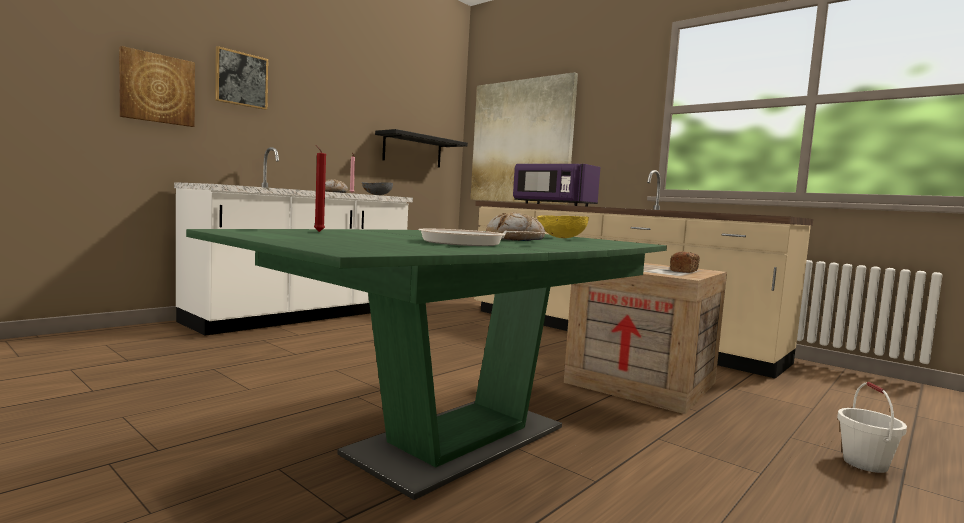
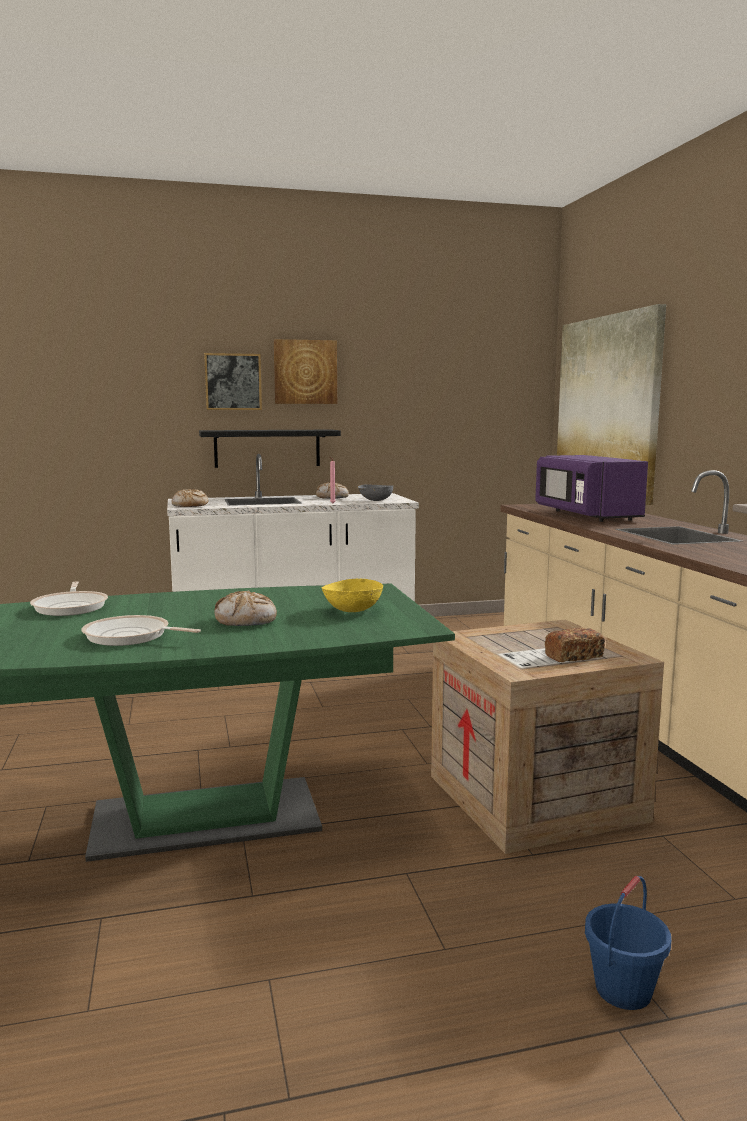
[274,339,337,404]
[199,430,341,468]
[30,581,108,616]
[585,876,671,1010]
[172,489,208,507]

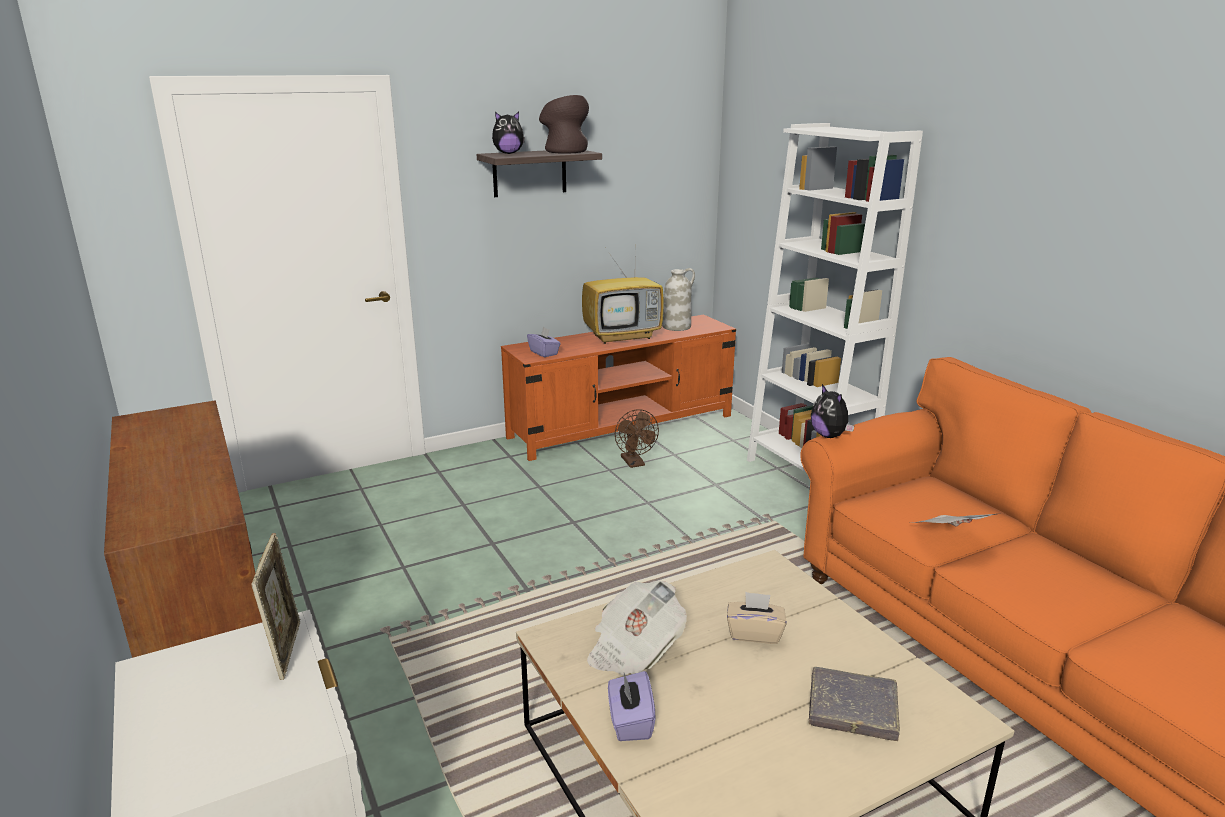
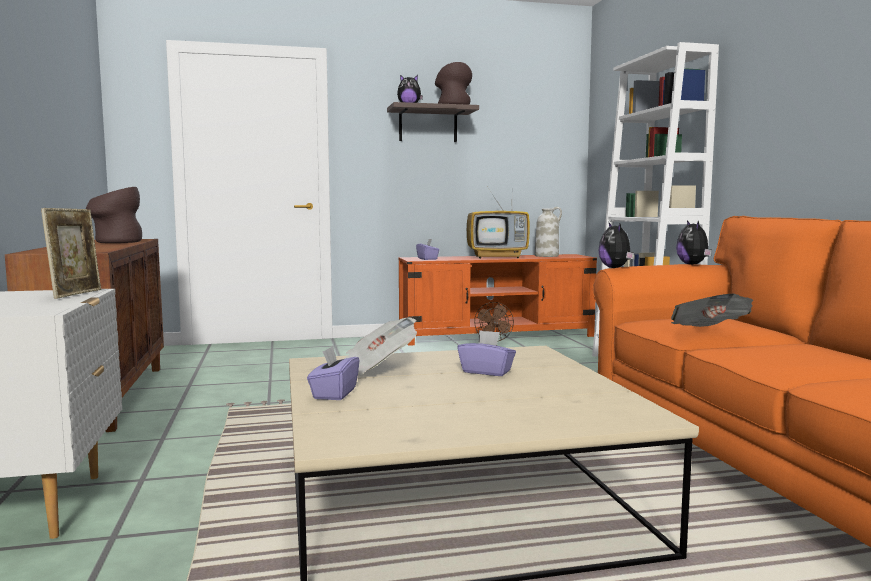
[457,330,516,376]
[809,667,900,741] (first image)
[86,187,142,243]
[676,221,712,265]

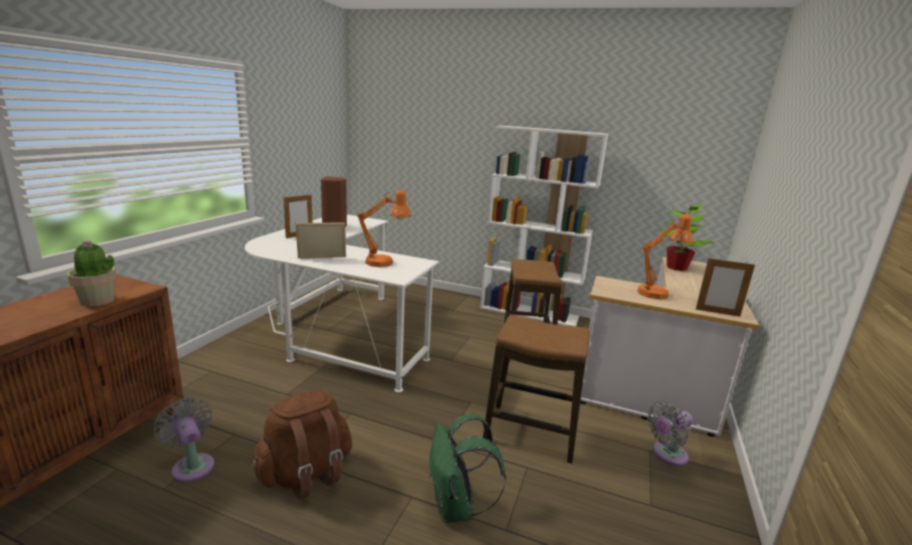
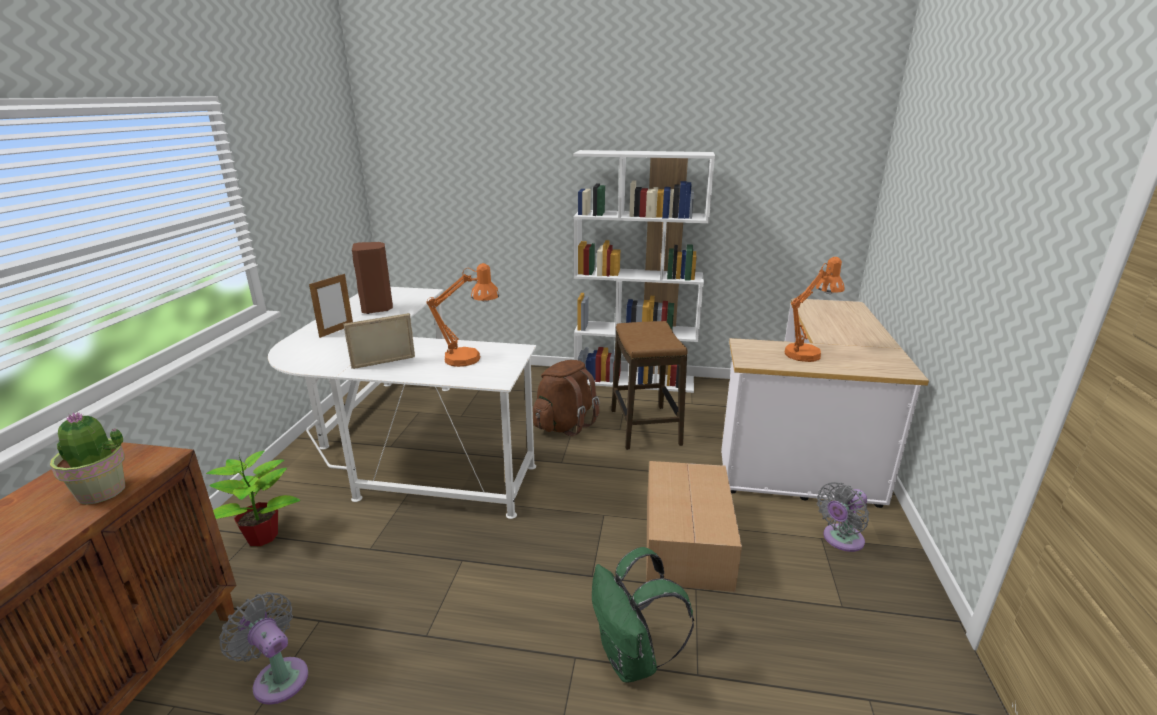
[206,451,300,546]
[696,257,755,317] (first image)
[646,461,742,592]
[533,360,600,436]

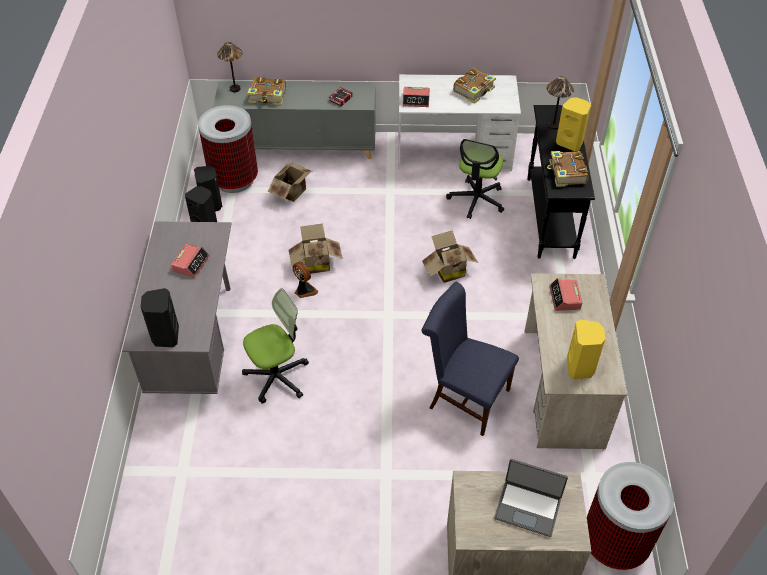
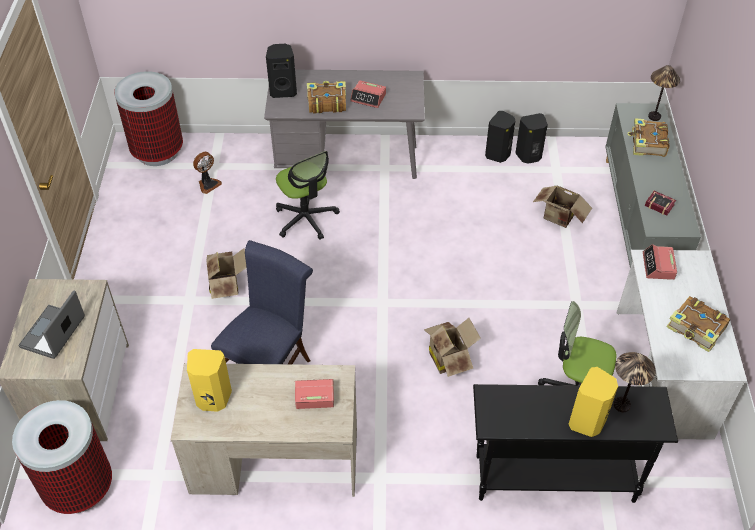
[114,71,183,166]
[307,81,346,114]
[206,248,247,299]
[193,152,222,194]

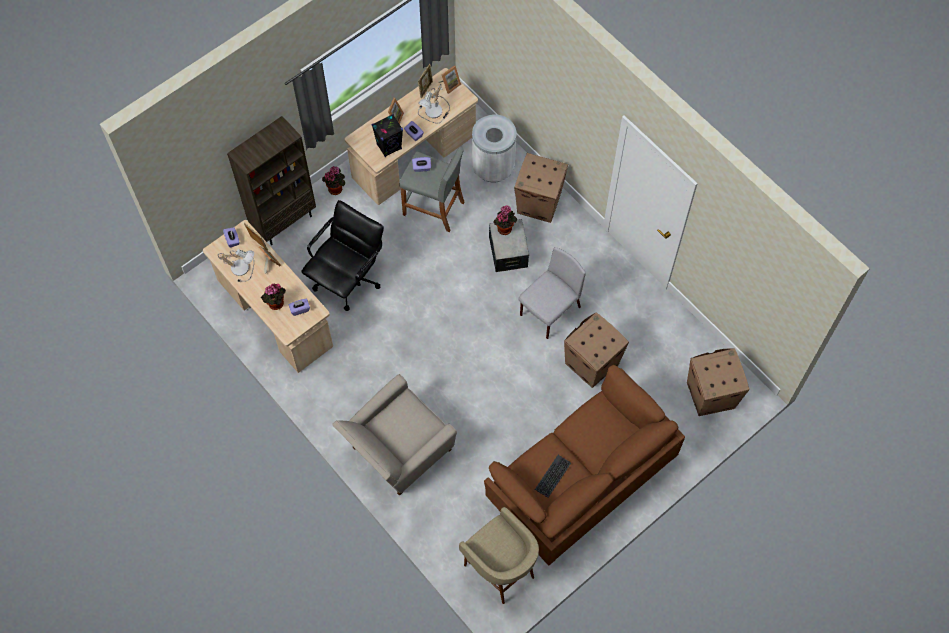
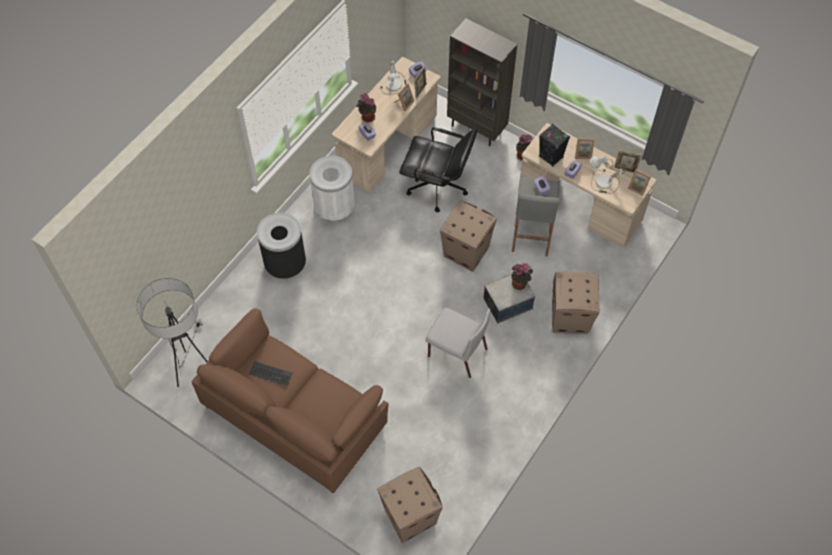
[310,156,355,222]
[440,200,497,272]
[257,213,306,279]
[137,278,208,387]

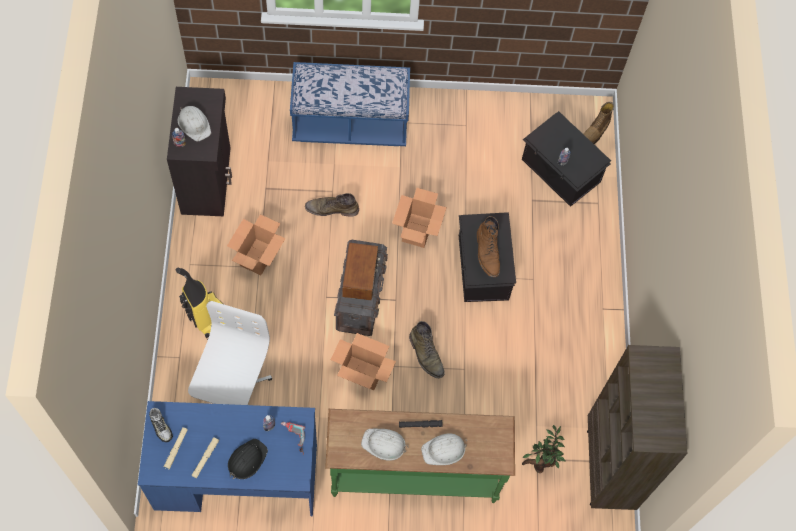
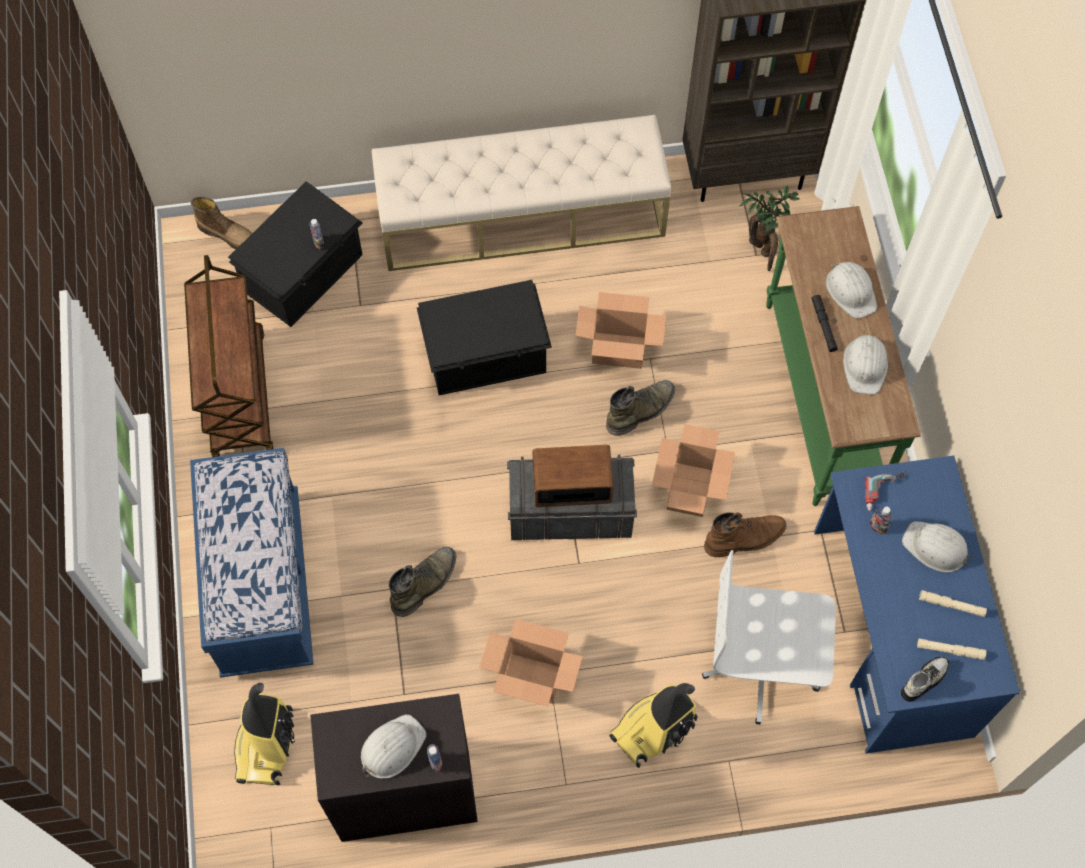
[576,292,666,369]
[389,547,456,617]
[704,512,787,557]
[902,521,973,573]
[372,115,671,271]
[184,255,273,457]
[234,683,295,785]

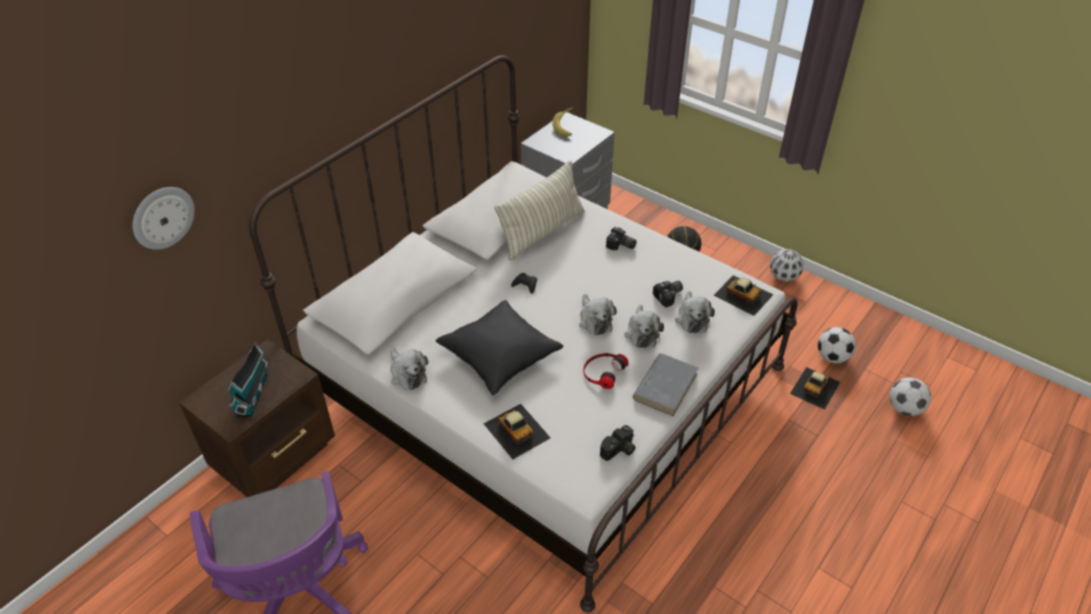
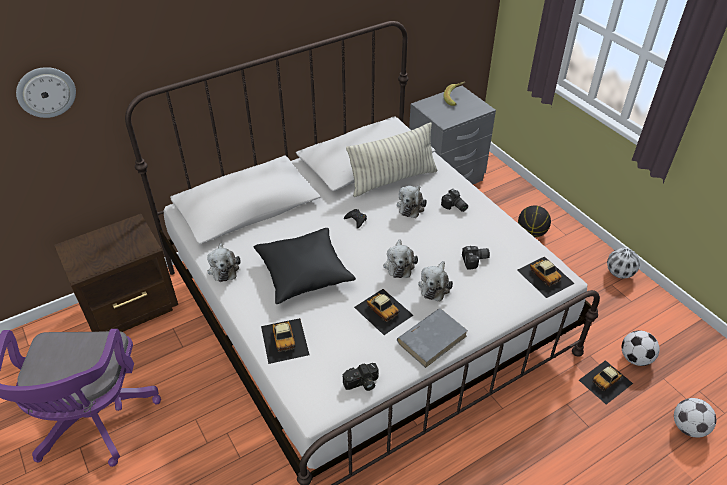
[397,185,427,218]
[228,343,268,417] (first image)
[354,289,413,335]

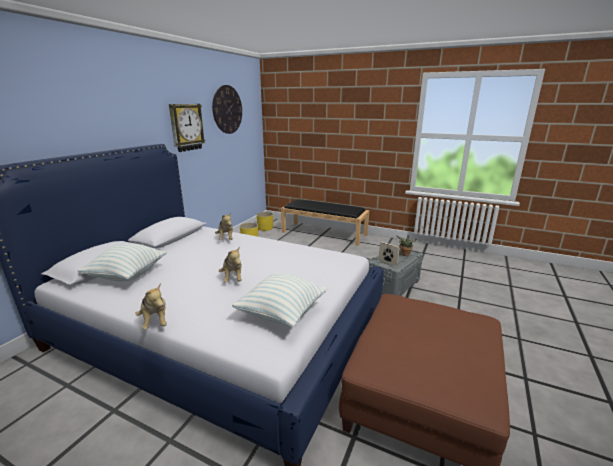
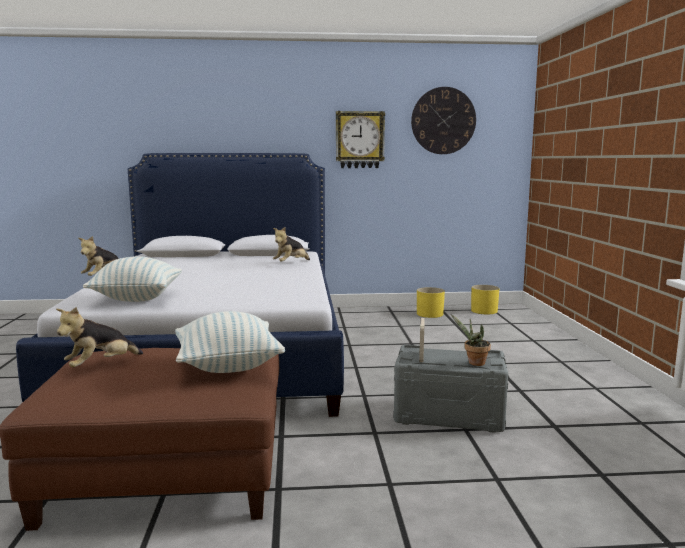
[281,199,369,246] (first image)
[175,311,285,373]
[56,307,143,367]

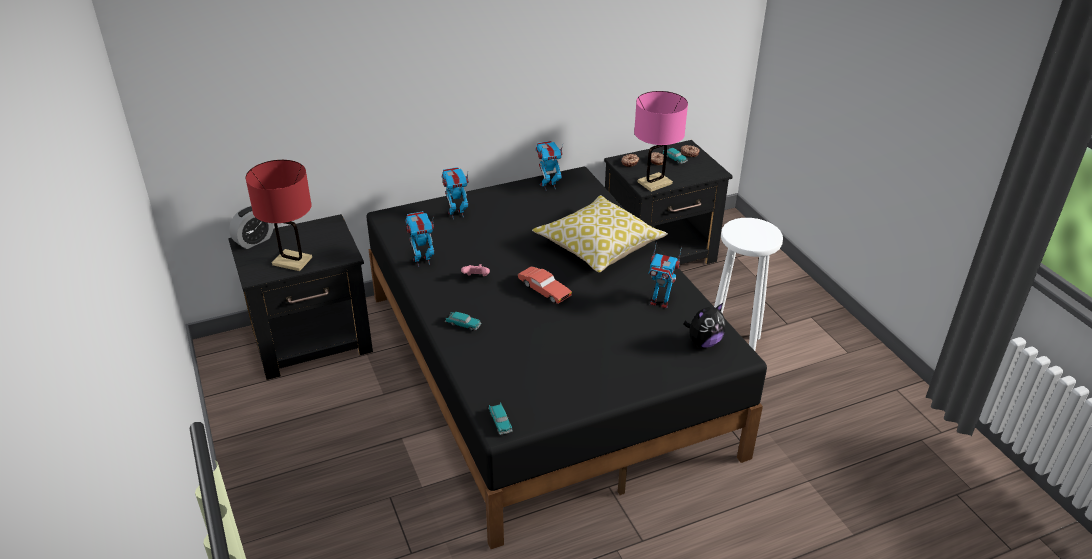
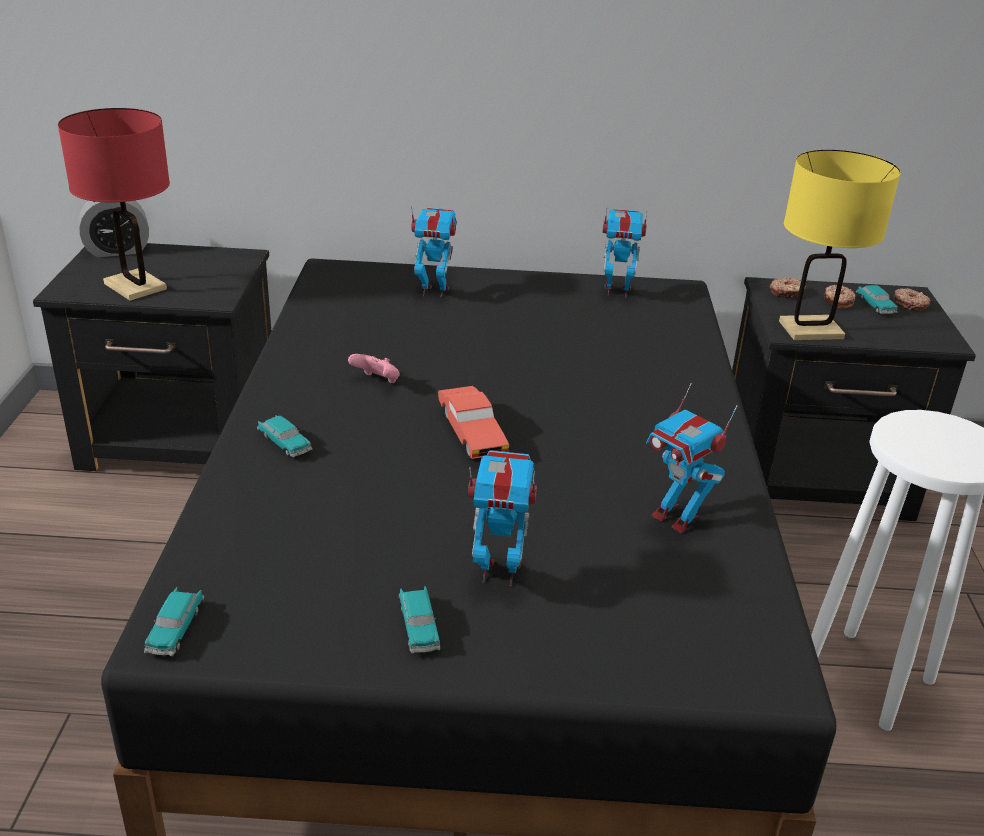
[779,150,901,340]
[532,195,668,273] (first image)
[468,450,537,587]
[683,303,725,348] (first image)
[399,586,440,654]

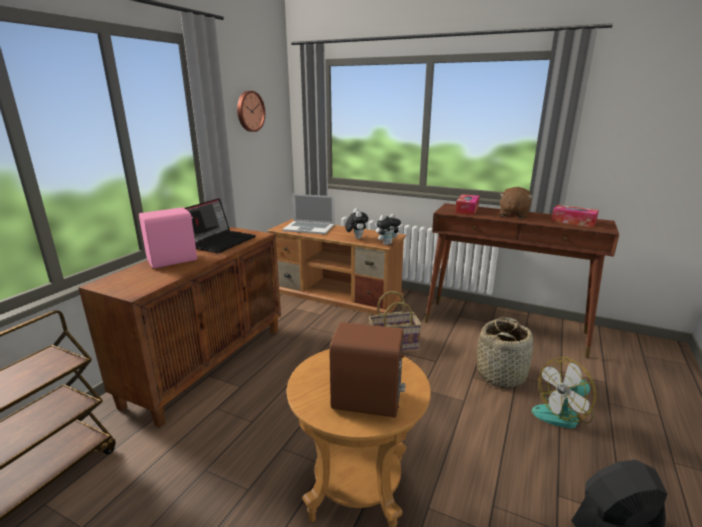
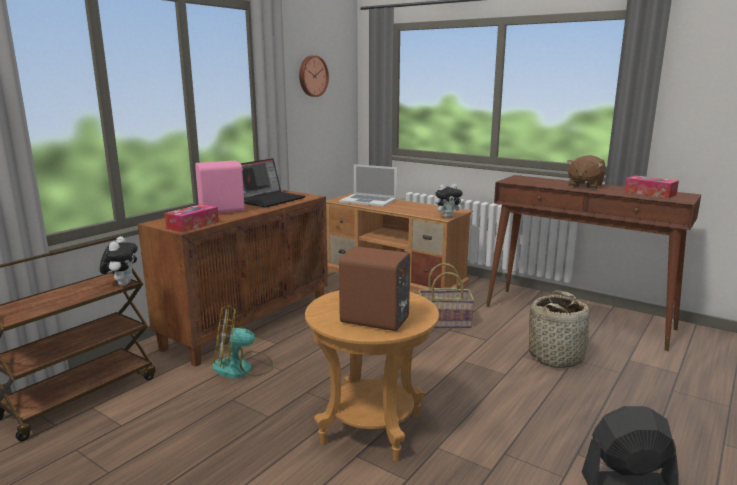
[164,204,219,232]
[100,236,138,286]
[212,305,273,378]

